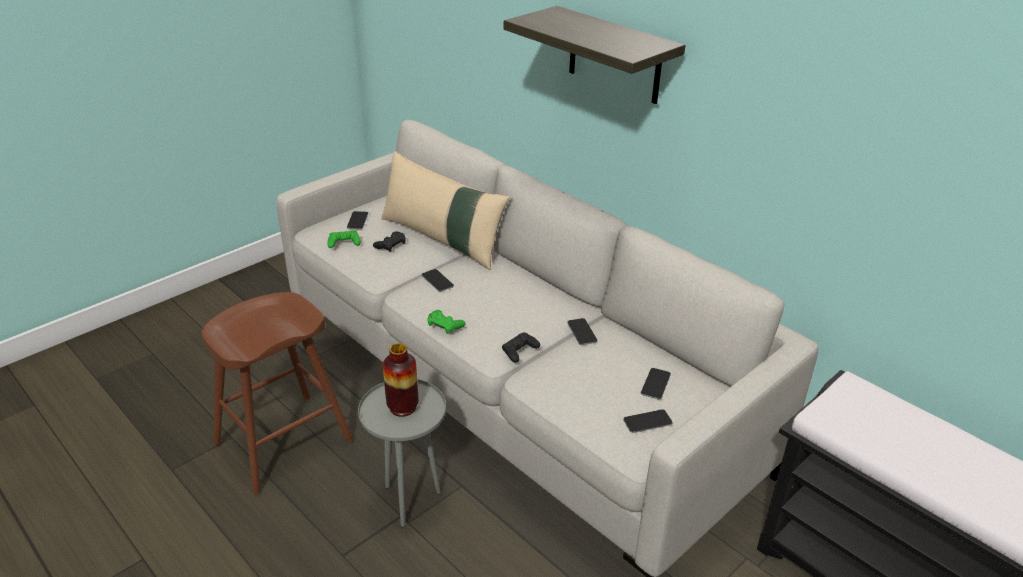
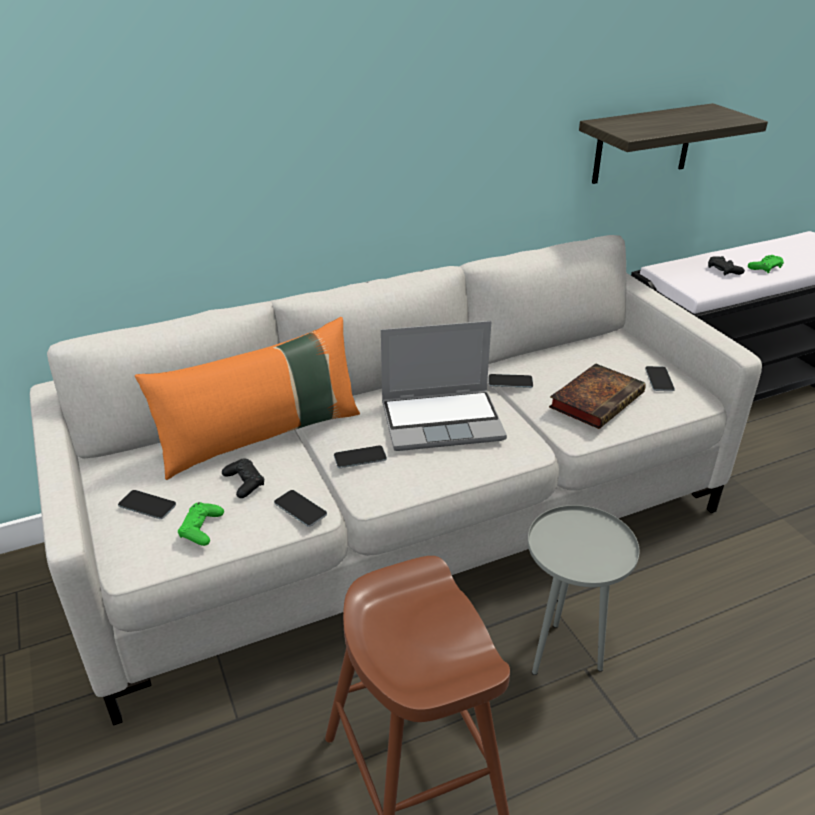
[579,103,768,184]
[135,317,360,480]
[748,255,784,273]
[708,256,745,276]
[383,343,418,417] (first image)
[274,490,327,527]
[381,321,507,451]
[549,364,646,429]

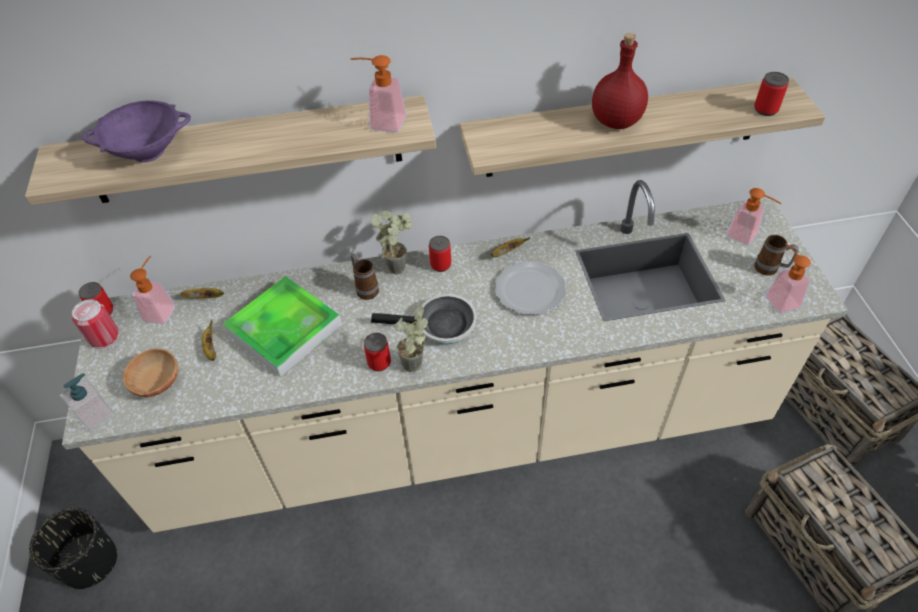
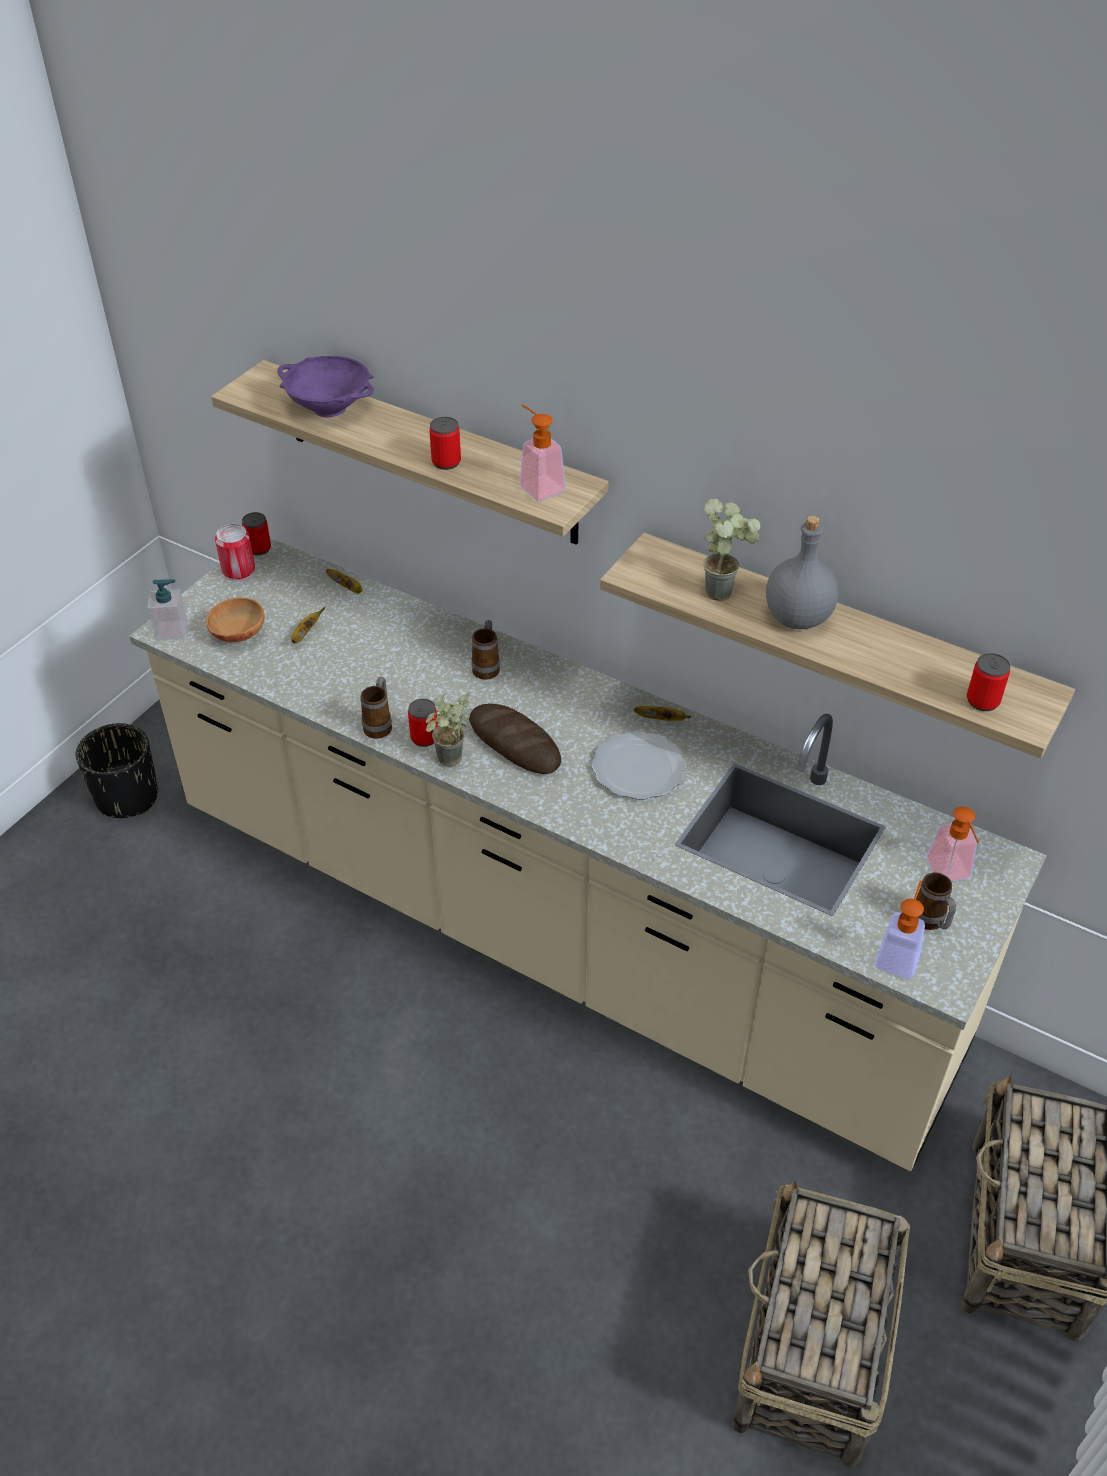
[766,515,838,629]
[703,499,760,601]
[429,417,461,470]
[130,256,175,324] (first image)
[223,276,342,377] (first image)
[469,704,561,774]
[360,677,392,739]

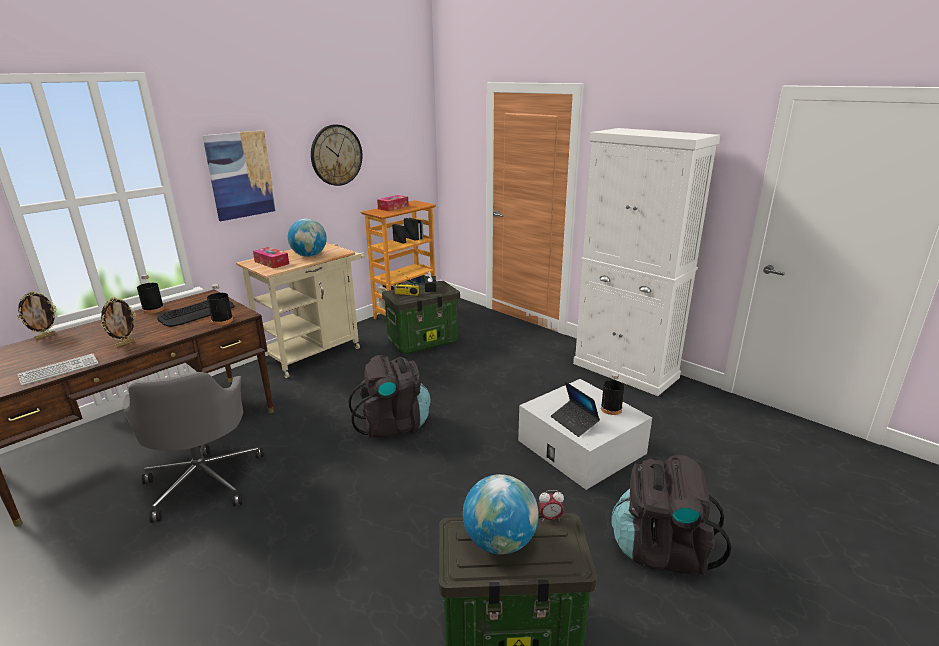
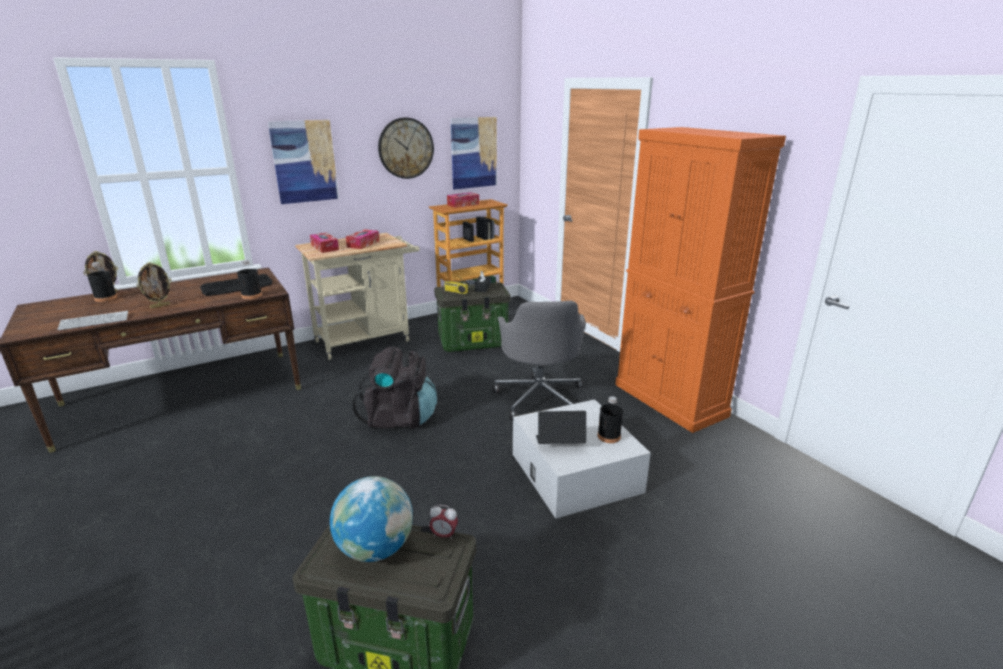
[615,127,786,433]
[346,229,379,249]
[87,262,117,302]
[493,301,586,420]
[536,411,586,444]
[611,455,731,575] (first image)
[451,117,497,190]

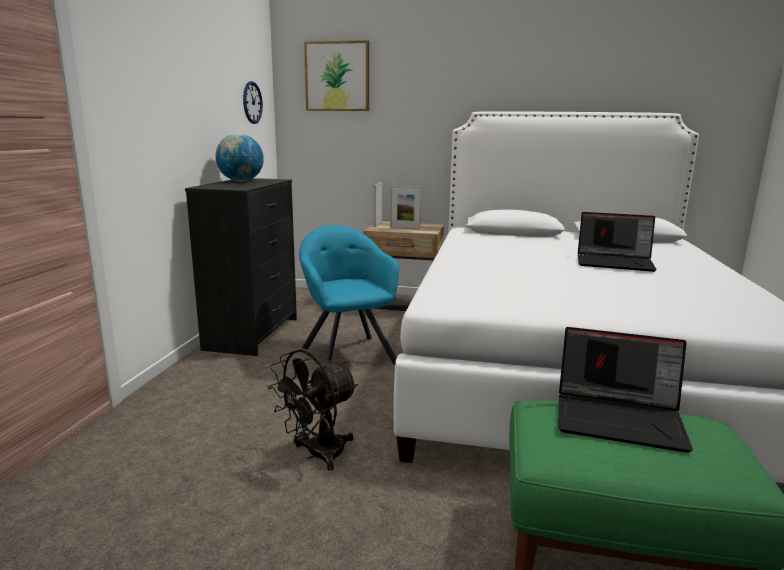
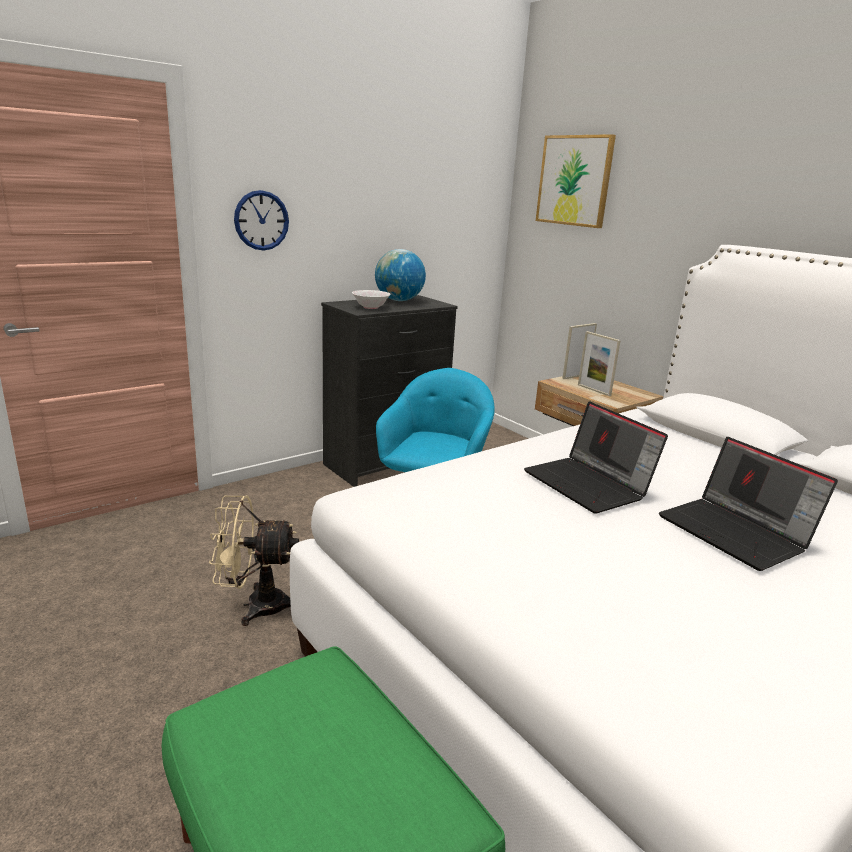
[234,190,289,251]
[524,401,668,514]
[209,496,299,626]
[352,290,391,309]

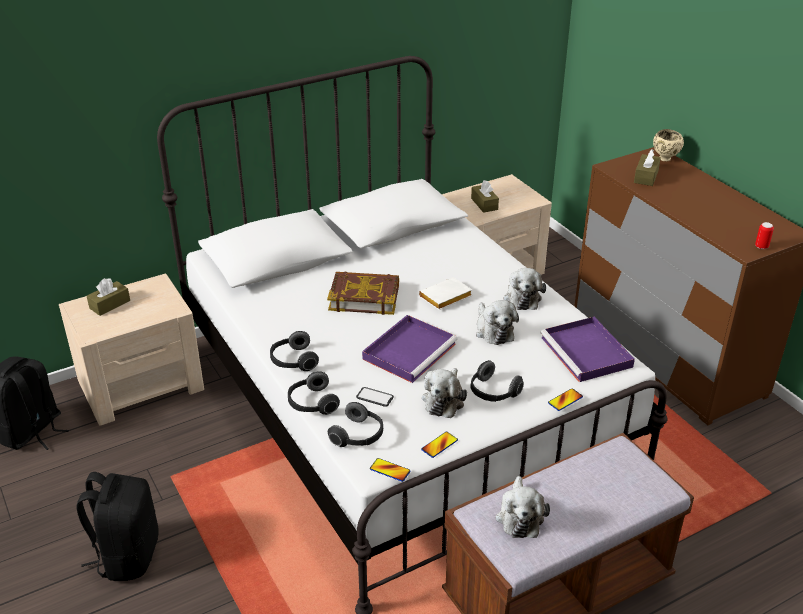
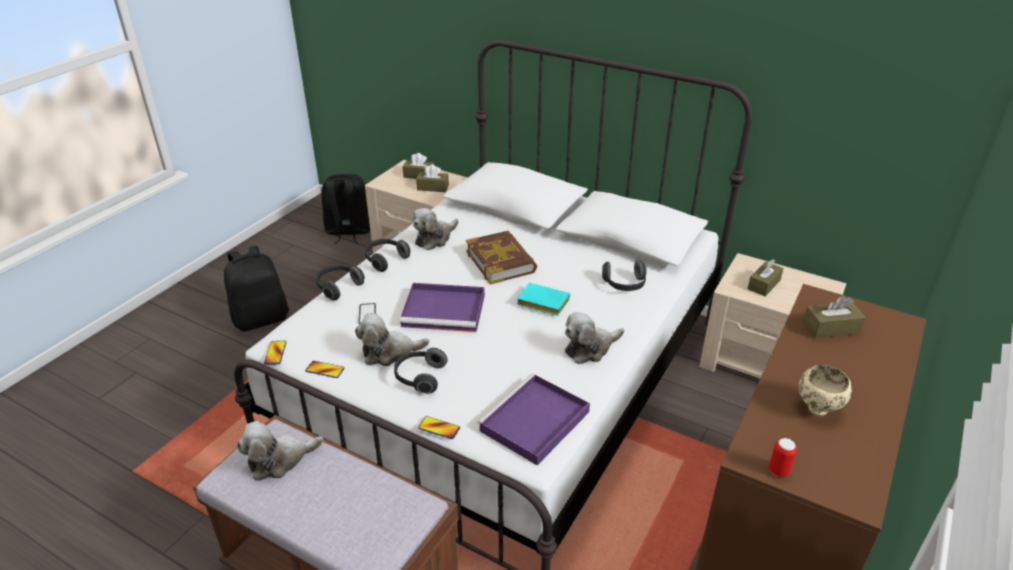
[799,364,852,416]
[516,283,570,316]
[412,208,459,250]
[602,260,647,291]
[416,164,449,192]

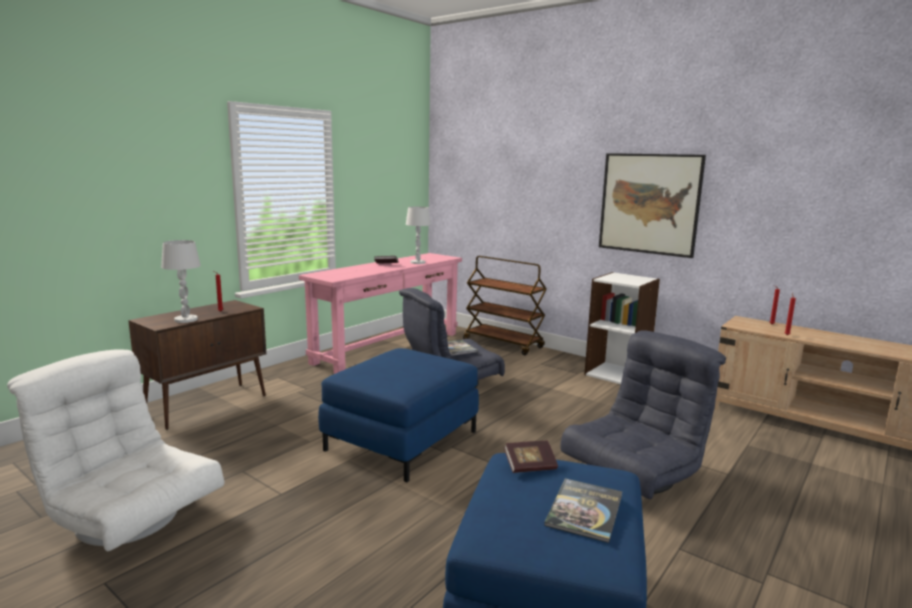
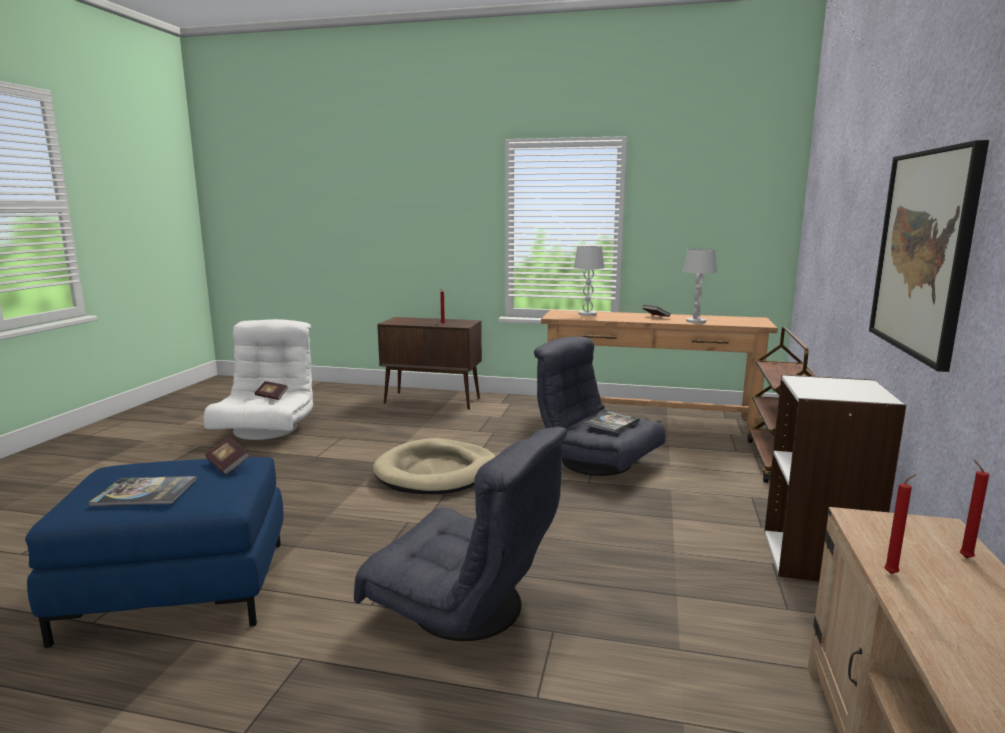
[574,246,604,316]
[541,310,778,433]
[373,438,496,494]
[255,381,288,400]

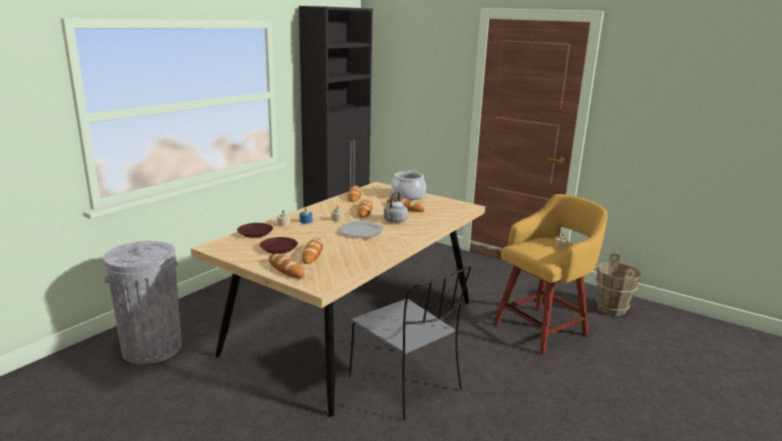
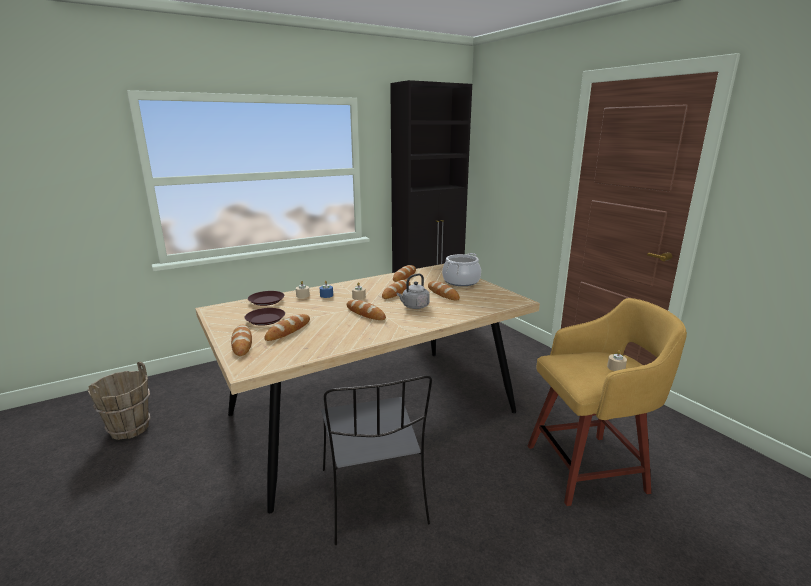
[347,300,386,320]
[103,241,182,364] (first image)
[88,362,150,440]

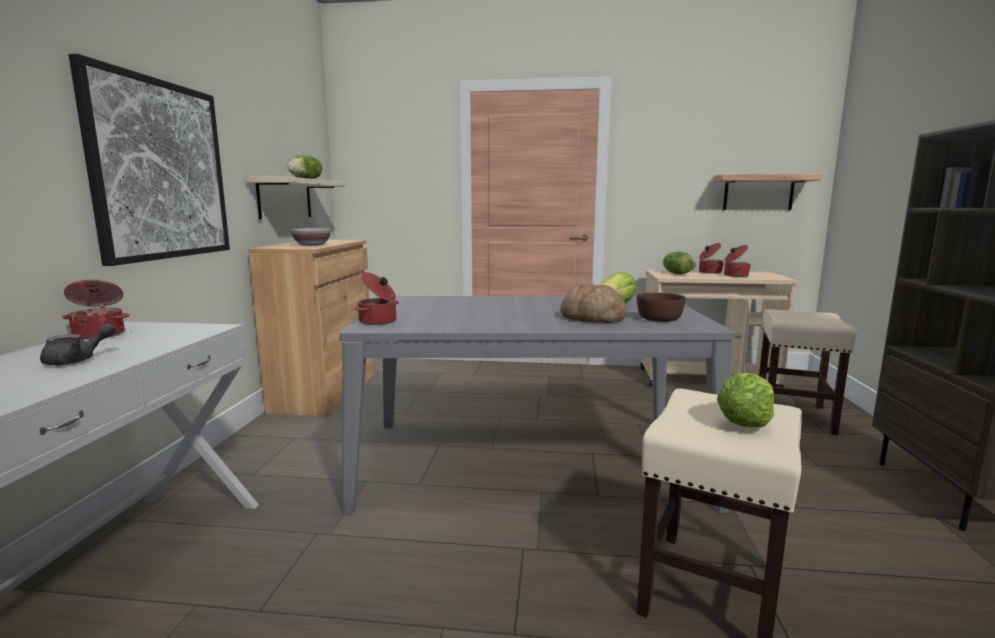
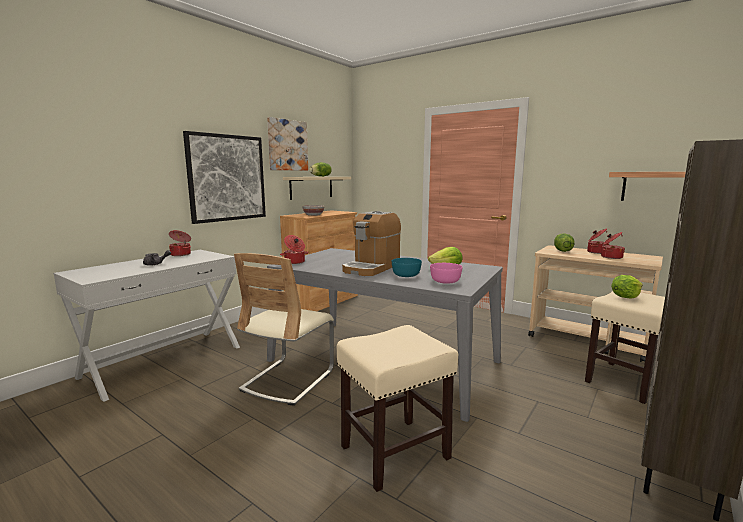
[392,258,422,277]
[430,263,462,284]
[611,275,643,299]
[267,117,308,171]
[342,211,401,276]
[234,253,334,406]

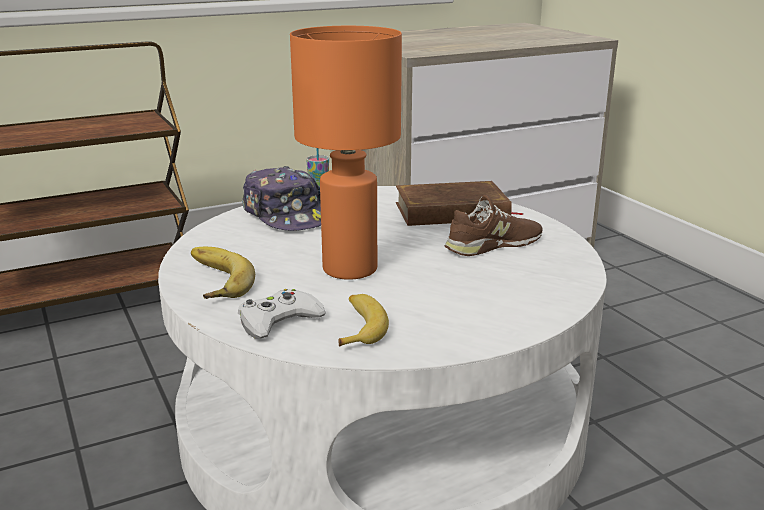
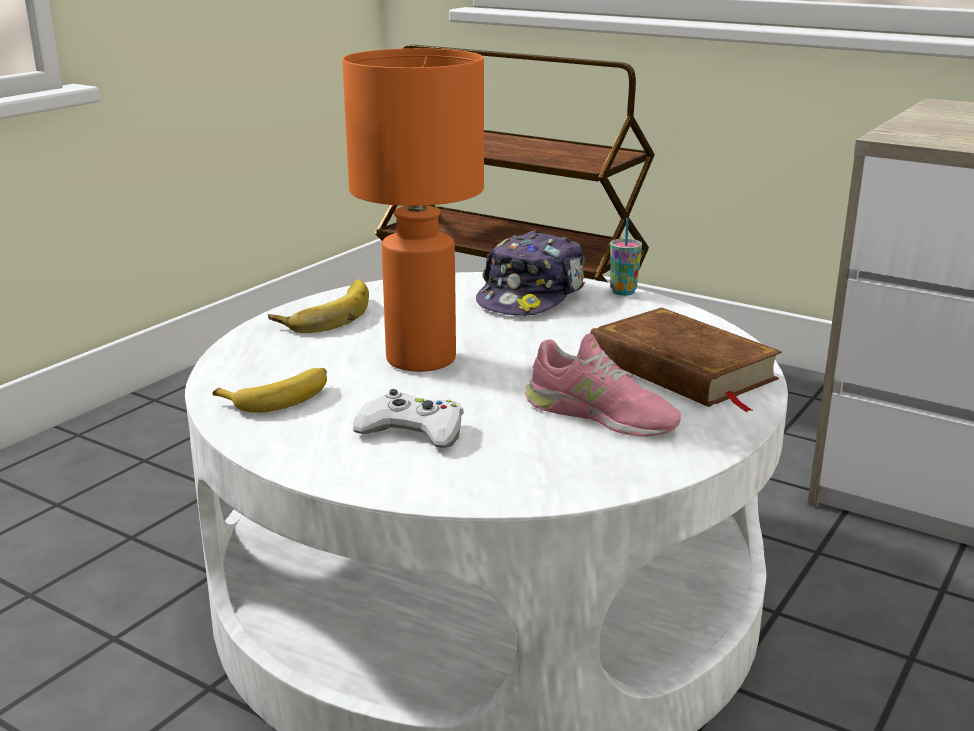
[524,334,681,436]
[353,389,464,448]

